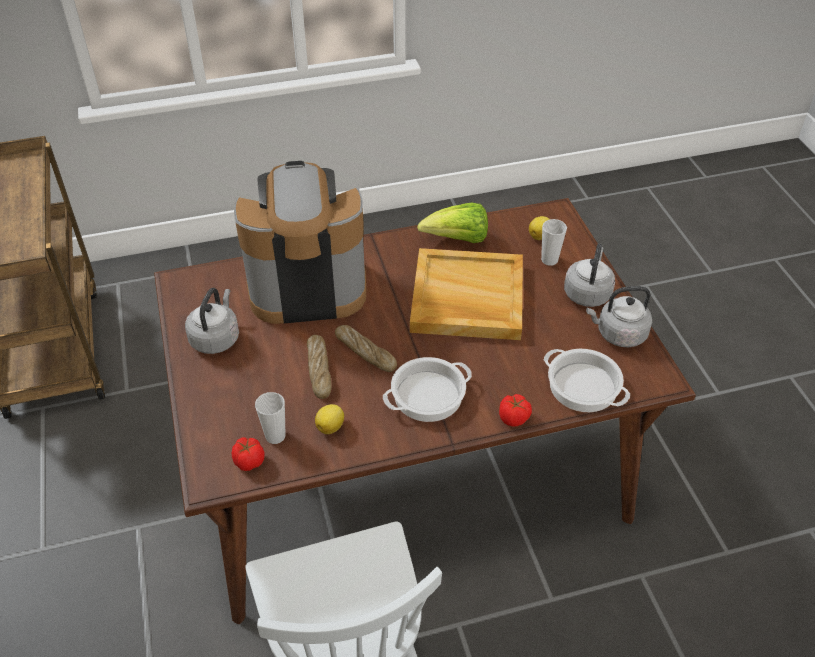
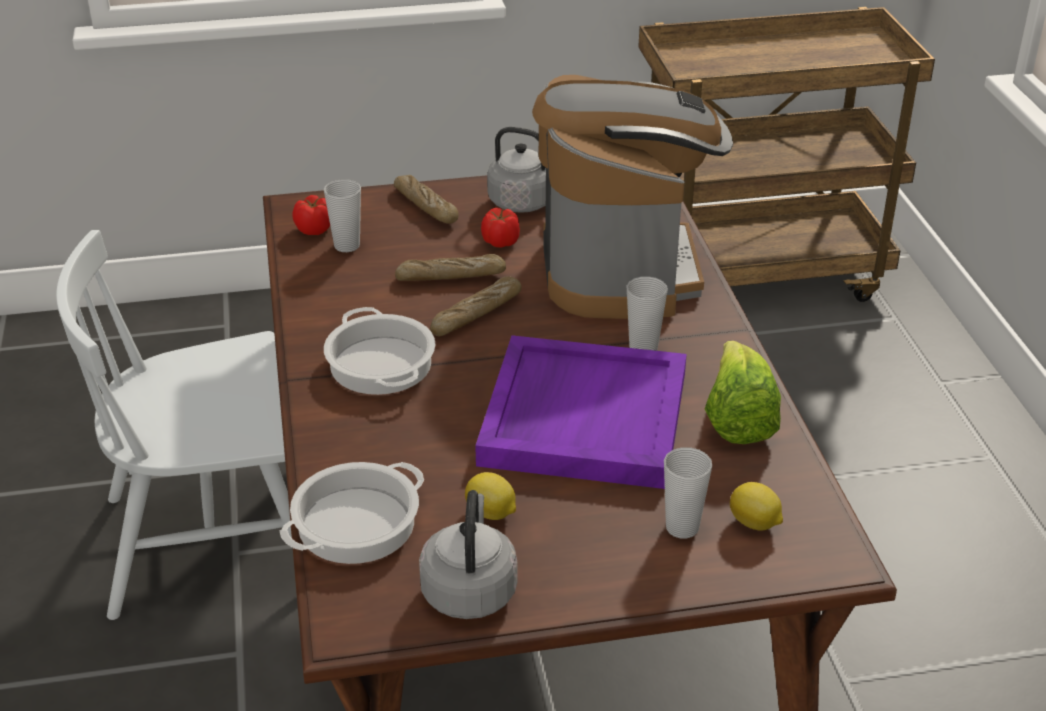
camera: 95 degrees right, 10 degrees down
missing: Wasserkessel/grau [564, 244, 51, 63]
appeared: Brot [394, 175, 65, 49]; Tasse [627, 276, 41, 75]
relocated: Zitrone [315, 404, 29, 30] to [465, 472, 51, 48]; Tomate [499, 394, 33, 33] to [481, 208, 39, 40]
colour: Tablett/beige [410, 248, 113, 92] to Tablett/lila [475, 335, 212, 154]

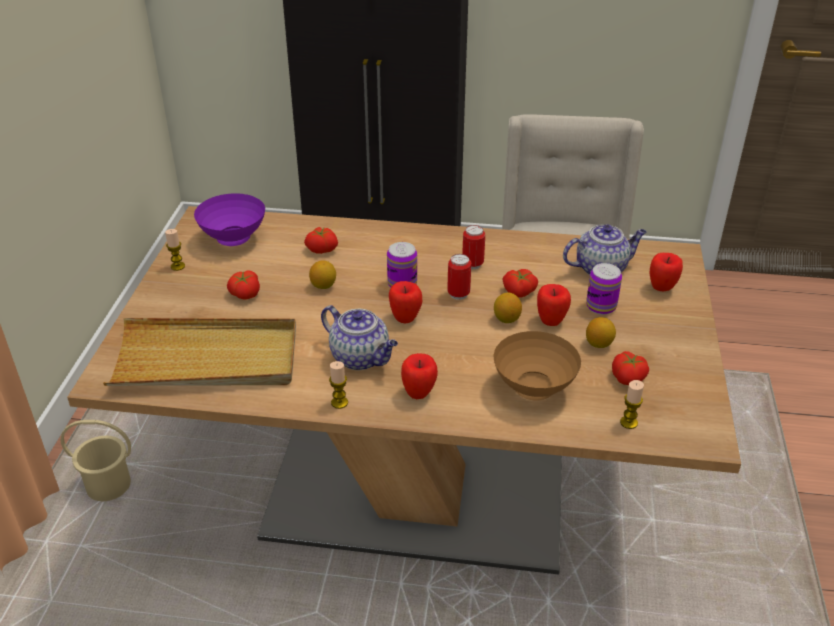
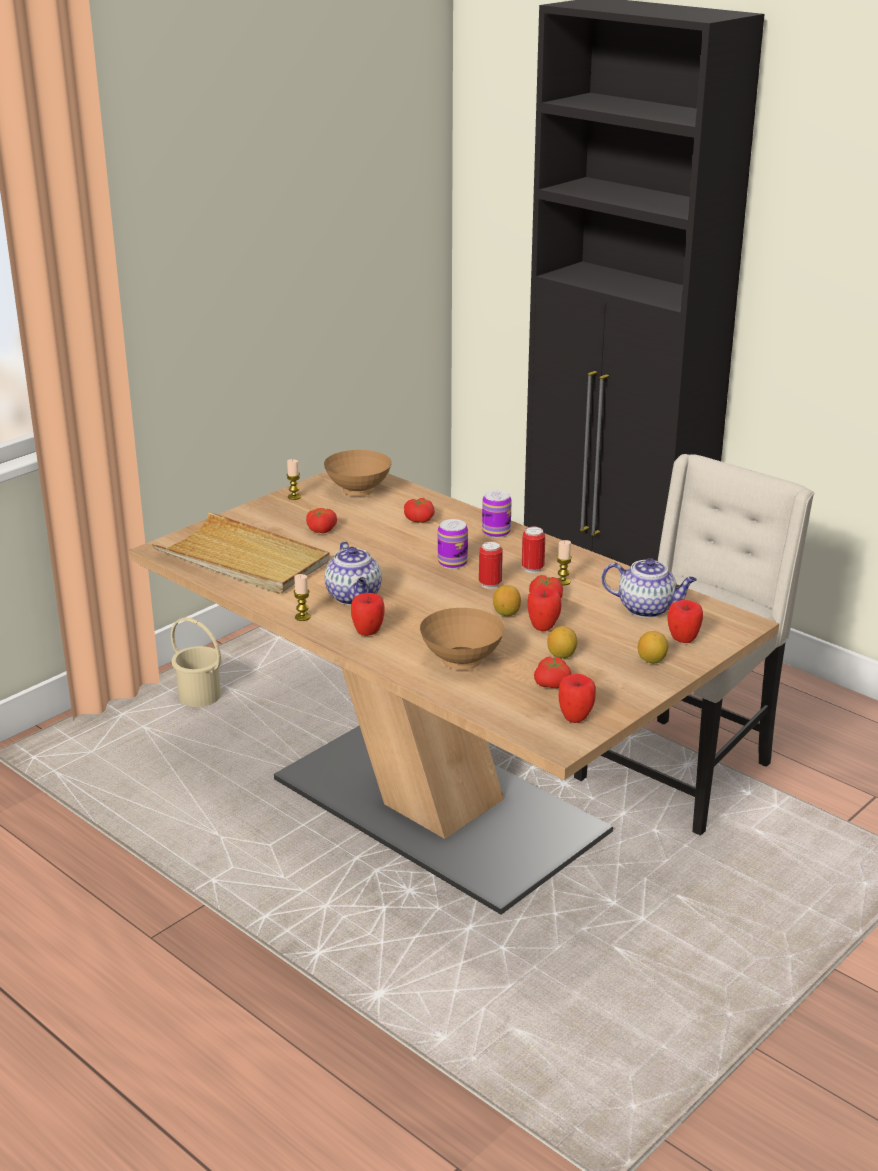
camera: 35 degrees right, 10 degrees down
relocated: Zitrone [309, 260, 27, 29] to [638, 631, 30, 33]; Apfel [389, 281, 33, 43] to [559, 674, 37, 49]; Dose [586, 263, 36, 52] to [482, 490, 30, 48]; Kerze [620, 380, 24, 49] to [557, 540, 15, 46]
colour: Schüssel/lila [194, 193, 71, 53] to Schüssel/braun [324, 450, 68, 46]

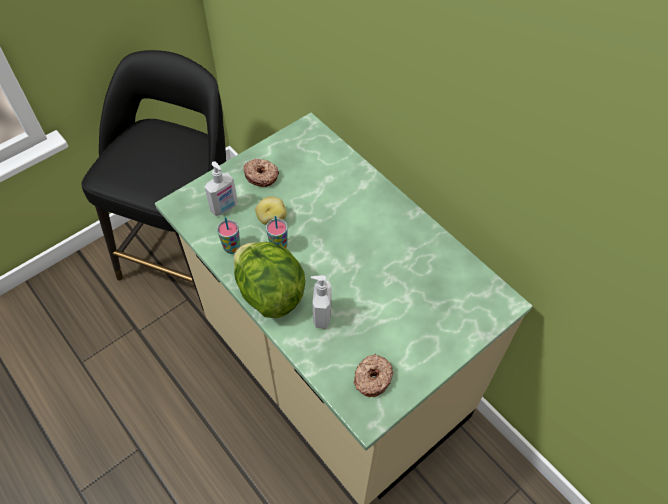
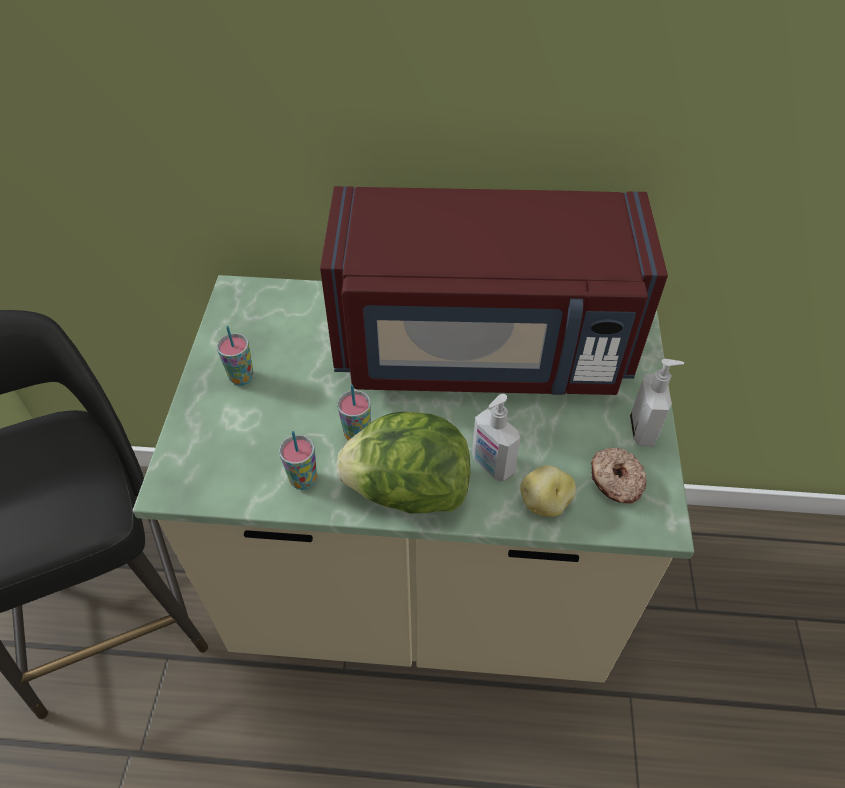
camera: 45 degrees left, 5 degrees down
appeared: Mikrowelle/rot [320, 186, 348, 209]
relocated: Seifenspender [205, 161, 33, 55] to [630, 359, 54, 87]; Kartoffel [255, 197, 32, 28] to [520, 465, 56, 52]
exchanged: Donut [243, 159, 36, 28] to Tasse [217, 326, 37, 60]

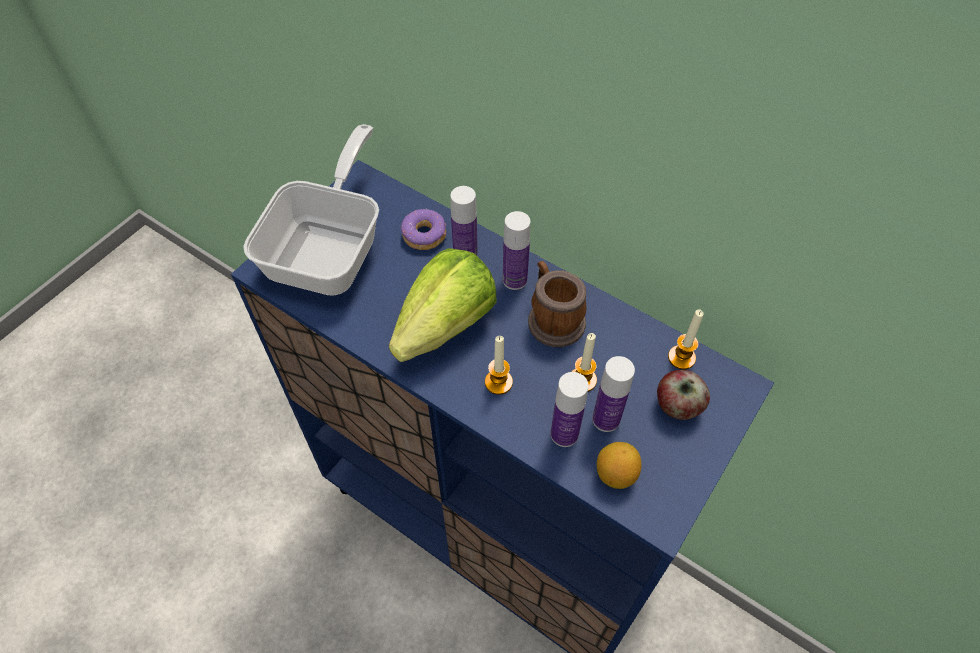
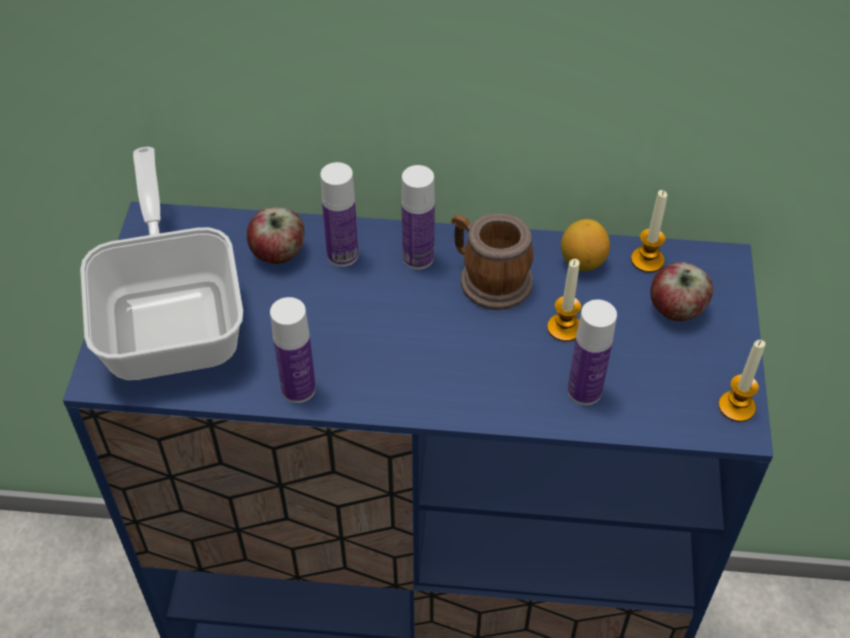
camera: 30 degrees left, 5 degrees down
missing: Salatkopf [389, 248, 107, 114]
relocated: Kerze [485, 336, 28, 59] to [718, 340, 47, 82]; Flasche [592, 356, 43, 76] to [270, 297, 46, 106]; Zitrone [597, 442, 45, 47] to [561, 219, 49, 52]
exchanged: Donut [401, 209, 45, 41] to Apfel [247, 207, 58, 57]

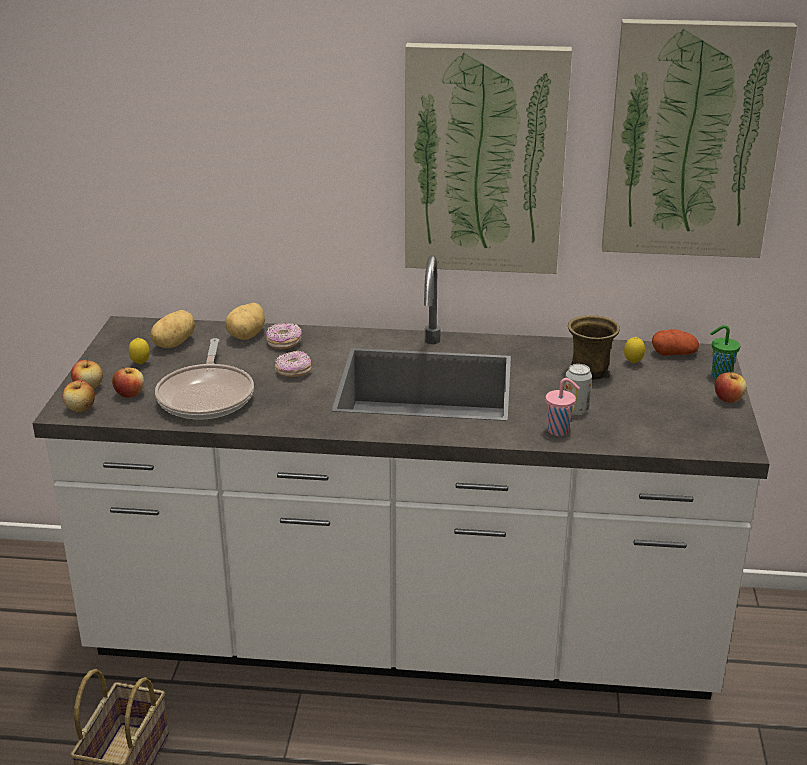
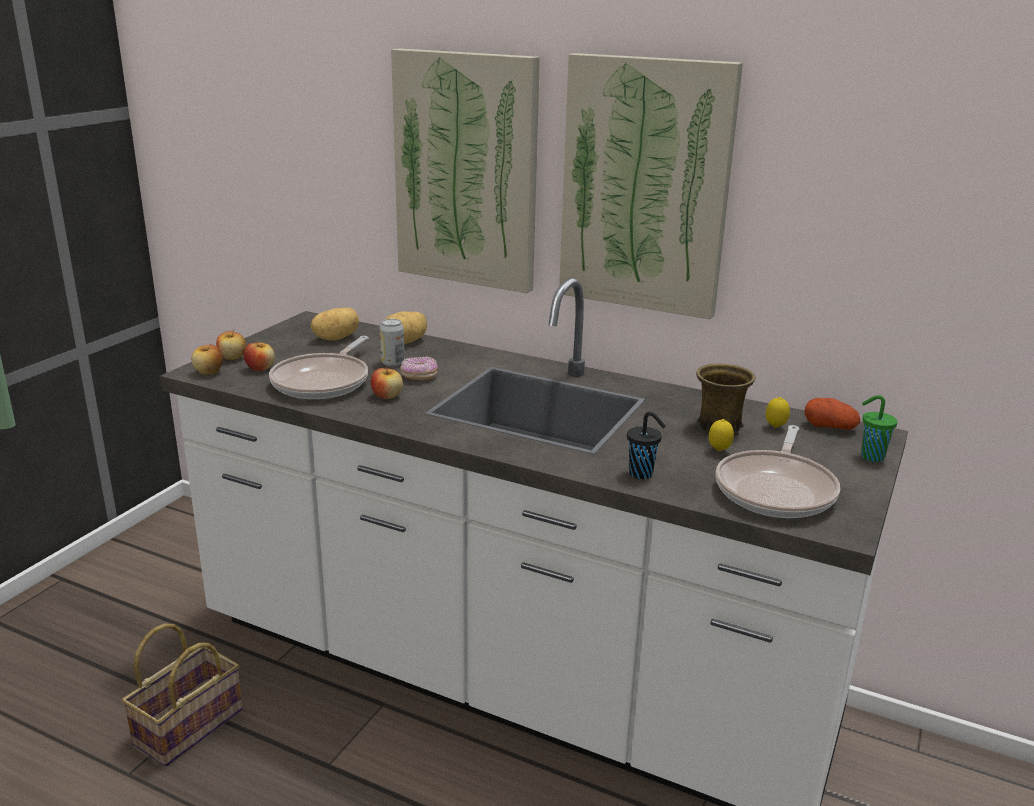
camera: 20 degrees right, 5 degrees down
missing: Donut [266, 323, 36, 26]
appeared: Pfanne [715, 425, 125, 93]
relocated: Zitrone [129, 338, 21, 26] to [709, 419, 25, 32]; Dose [565, 364, 27, 51] to [379, 319, 26, 47]; Bild [602, 19, 195, 239] to [391, 49, 149, 244]; Apfel [715, 370, 32, 33] to [371, 365, 32, 34]
colour: Tasse/rosa [545, 378, 35, 58] to Tasse/schwarz [627, 411, 39, 68]

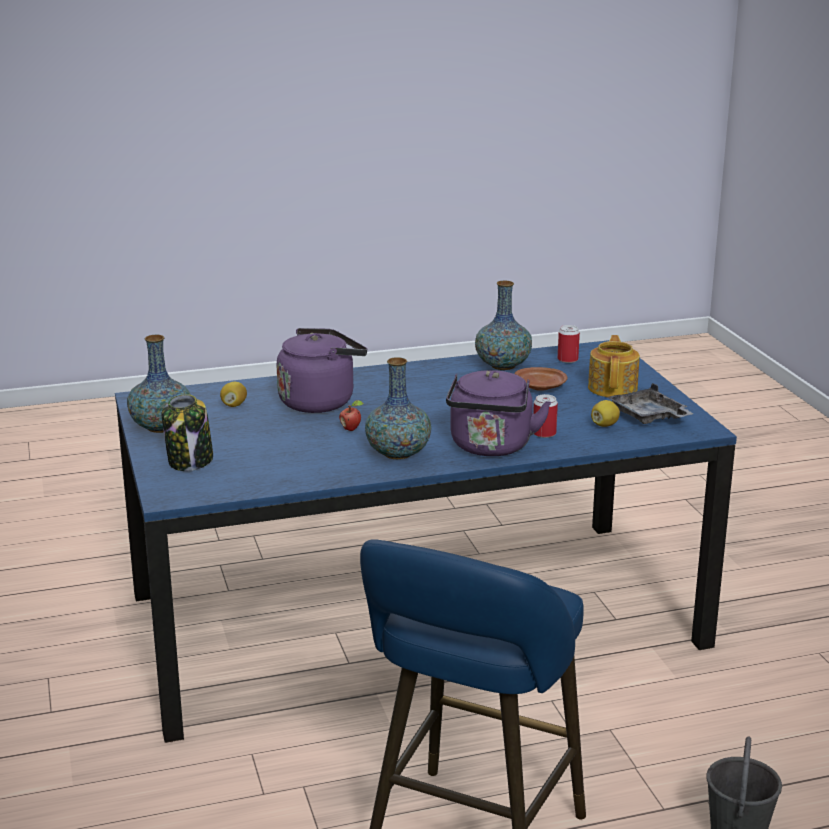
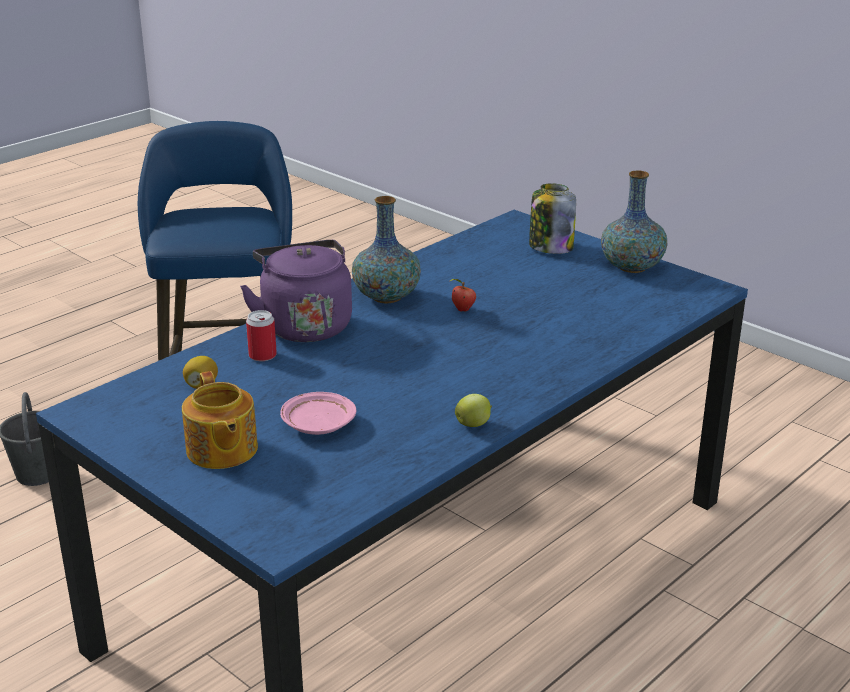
camera: 150 degrees right, 5 degrees up
missing: Zitrone [220, 382, 27, 25]; Wasserkessel/lila [277, 328, 90, 85]; Vase [475, 281, 57, 89]; Dose [558, 325, 22, 38]; Tablett/grau [607, 383, 87, 41]
appeared: Apfel [455, 394, 37, 33]
colour: Teller/braun [514, 367, 53, 24] to Teller/rosa [280, 392, 76, 43]

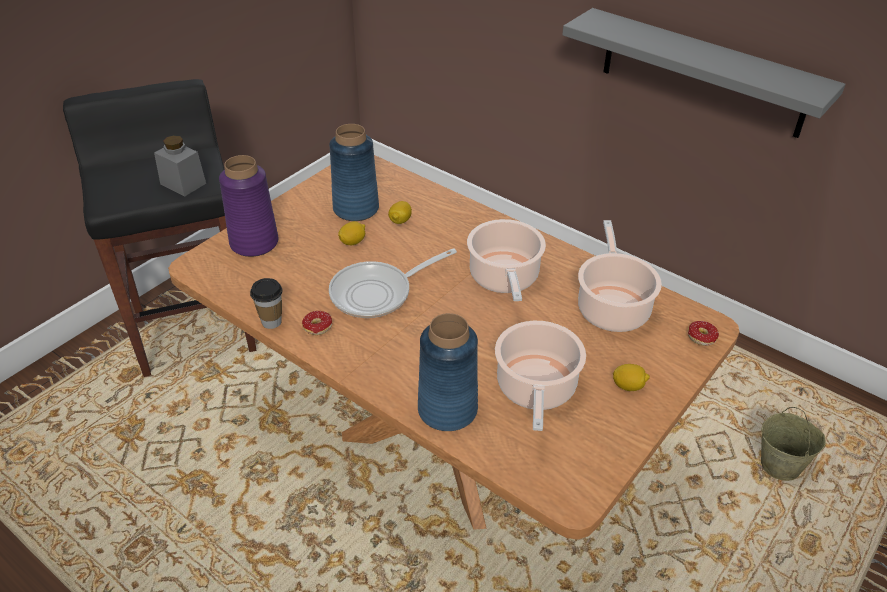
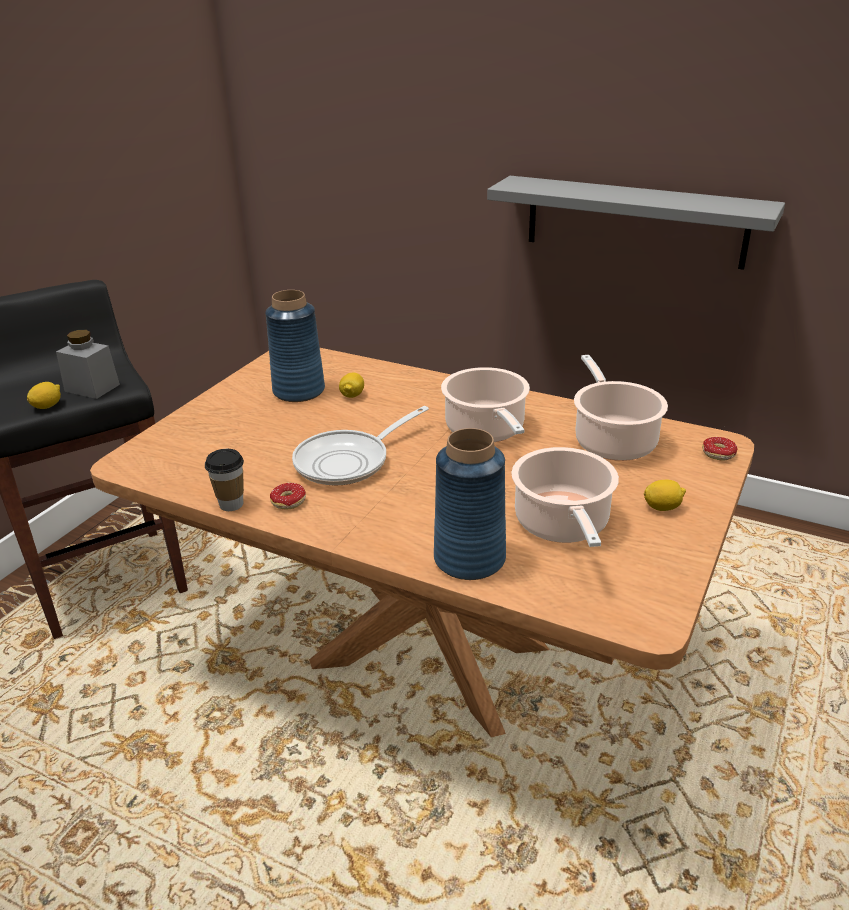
camera: 10 degrees left, 10 degrees down
missing: Vase/lila [219, 155, 59, 102]; Eimer/beige [761, 407, 65, 74]
relocated: Zitrone [338, 221, 27, 24] to [27, 382, 34, 27]

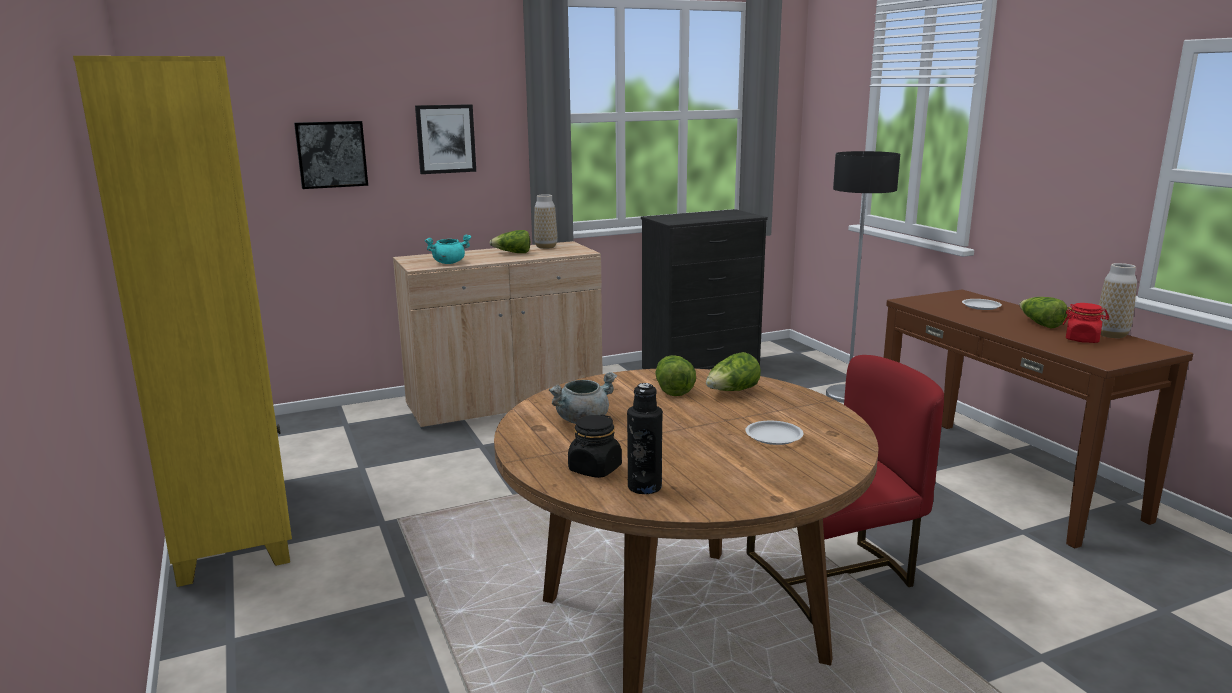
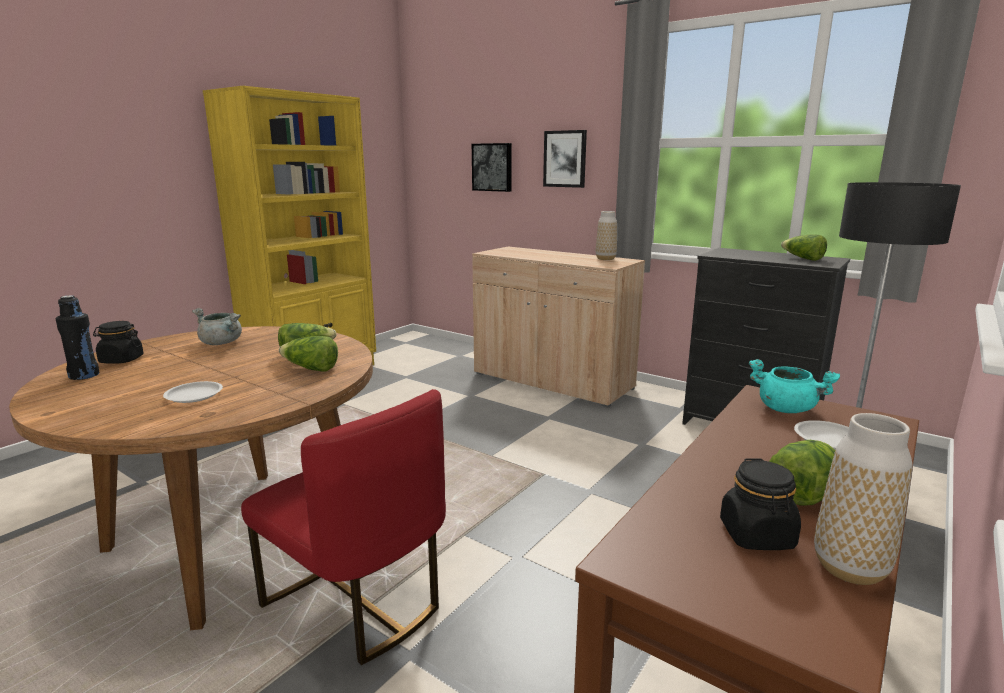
camera: 60 degrees right, 0 degrees up
relocated: Kochtopf/türkis [425, 235, 46, 29] to [749, 359, 91, 54]; Salatkopf [489, 230, 41, 23] to [781, 234, 46, 27]
colour: Vorratsglas/rot [1063, 303, 46, 40] to Vorratsglas/schwarz [720, 459, 81, 91]

